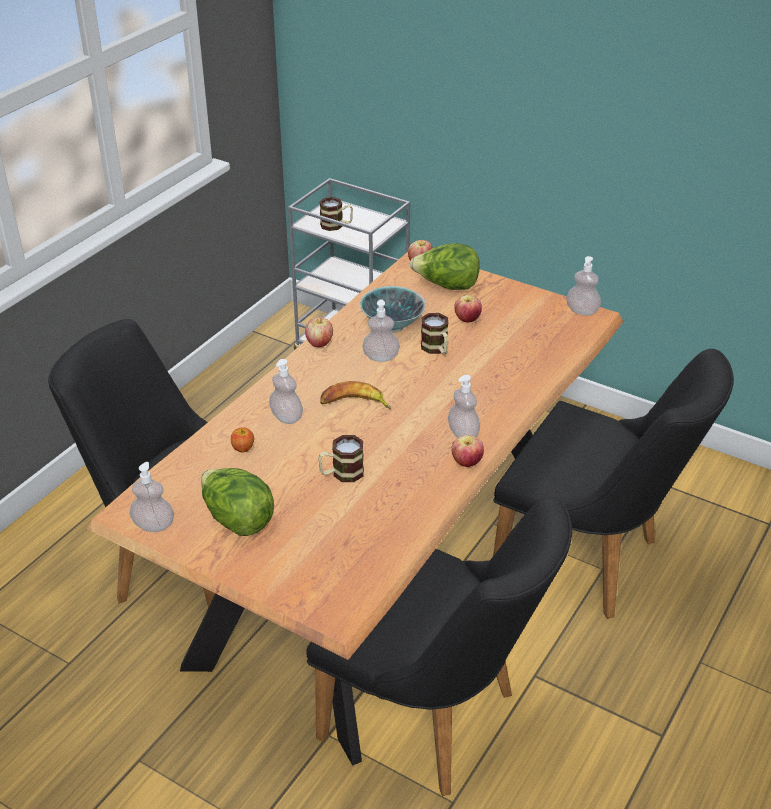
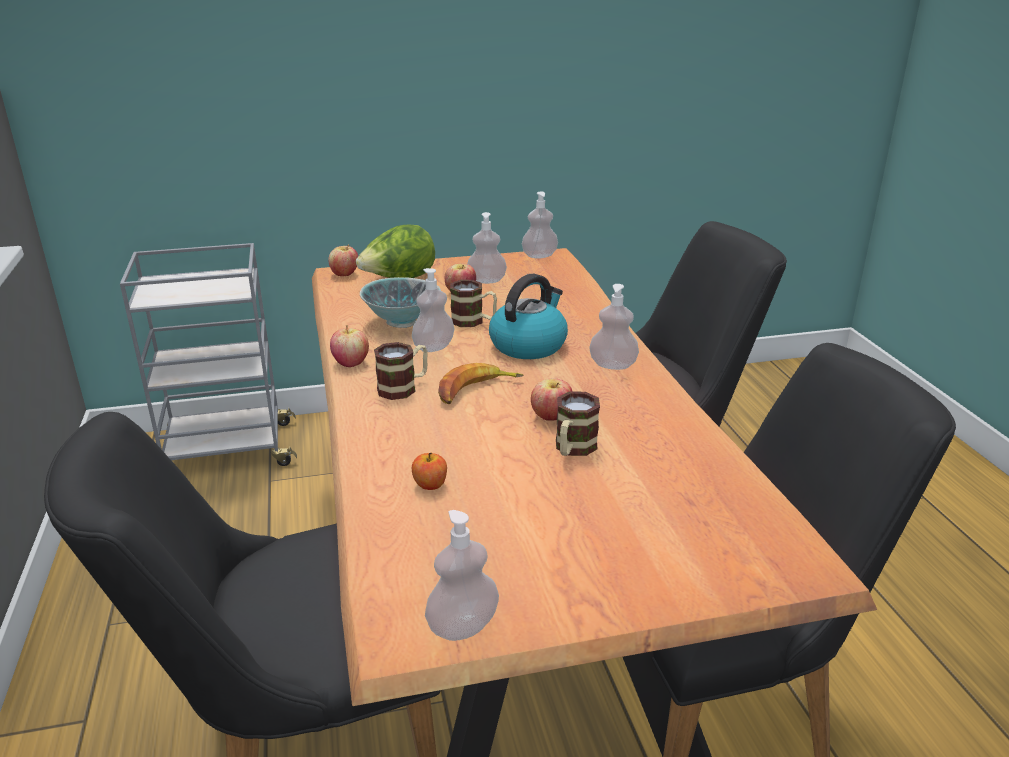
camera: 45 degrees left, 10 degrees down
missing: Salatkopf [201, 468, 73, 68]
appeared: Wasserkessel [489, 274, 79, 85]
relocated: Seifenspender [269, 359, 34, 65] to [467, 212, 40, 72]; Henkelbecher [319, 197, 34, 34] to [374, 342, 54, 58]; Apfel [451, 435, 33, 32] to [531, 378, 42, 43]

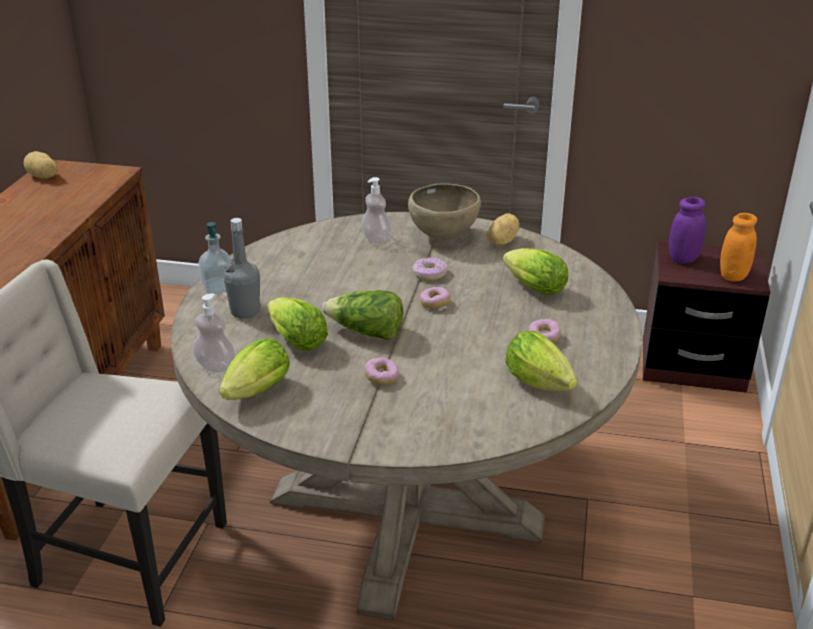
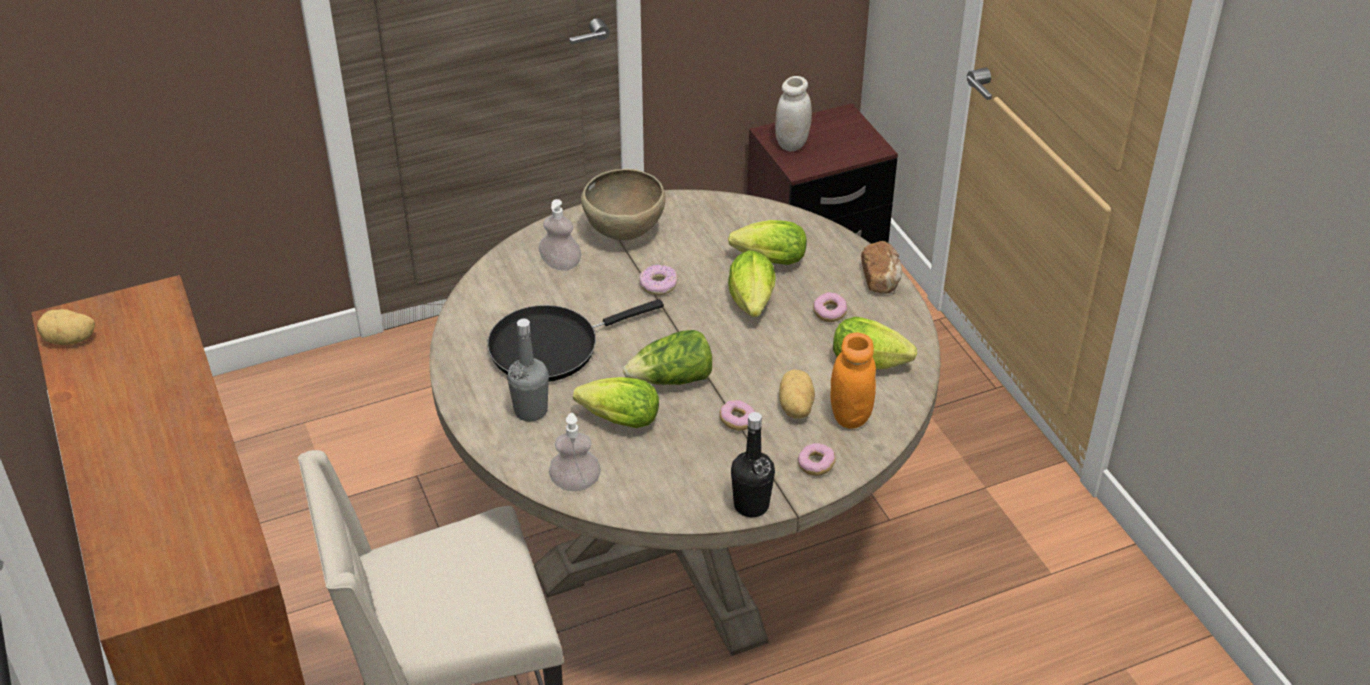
camera: 35 degrees left, 10 degrees up
missing: Seifenspender [198, 222, 33, 72]
appeared: Pfanne/schwarz [487, 299, 177, 83]; Flasche/schwarz [731, 412, 44, 105]; Brot [861, 241, 41, 53]
relocated: Salatkopf [220, 338, 70, 62] to [728, 250, 48, 67]; Donut [420, 287, 30, 22] to [798, 443, 38, 33]; Kartoffel [487, 213, 32, 33] to [779, 369, 36, 49]; Vorratsglas/orange [720, 213, 37, 69] to [831, 333, 45, 96]
colour: Vorratsglas/lila [669, 197, 37, 66] to Vorratsglas/weiß [775, 76, 37, 76]

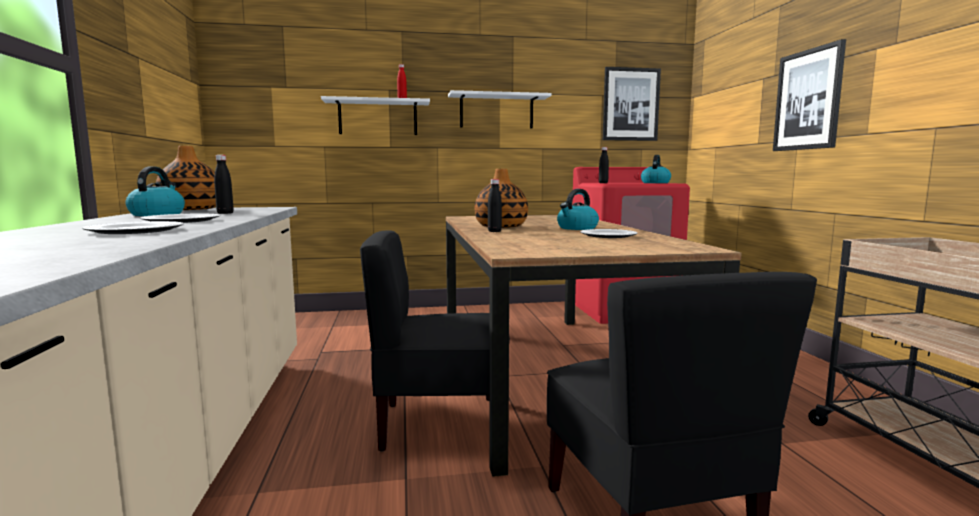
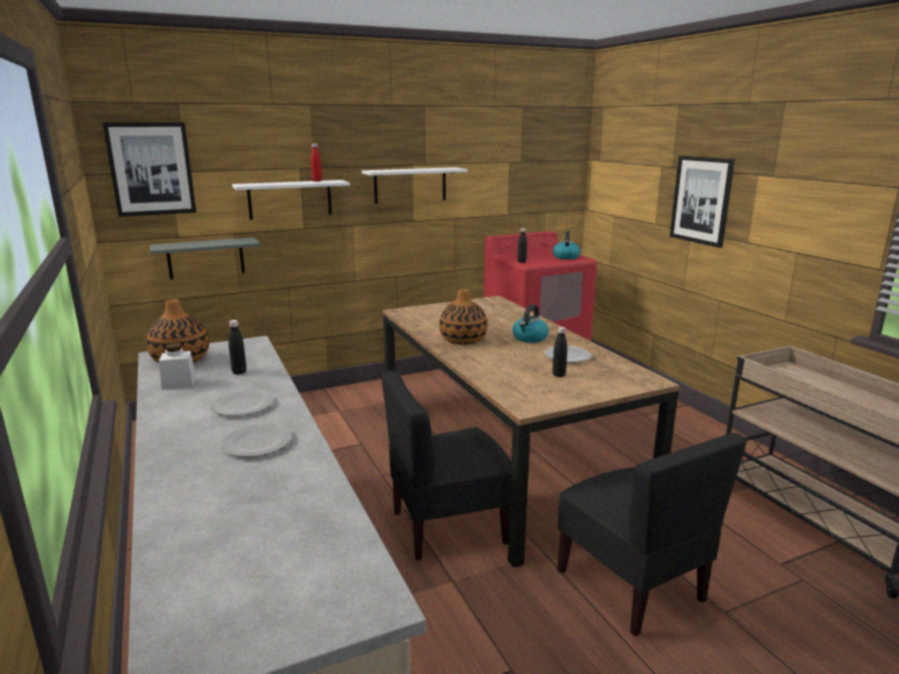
camera: 15 degrees left, 10 degrees up
appeared: Wandregal/grau [150, 237, 110, 43]
relocated: Flasche/schwarz [488, 179, 14, 53] to [553, 327, 14, 50]; Bild [603, 67, 58, 74] to [102, 122, 94, 95]
exchanged: Wasserkessel [125, 166, 60, 50] to Vorratsglas/weiß [159, 343, 37, 47]

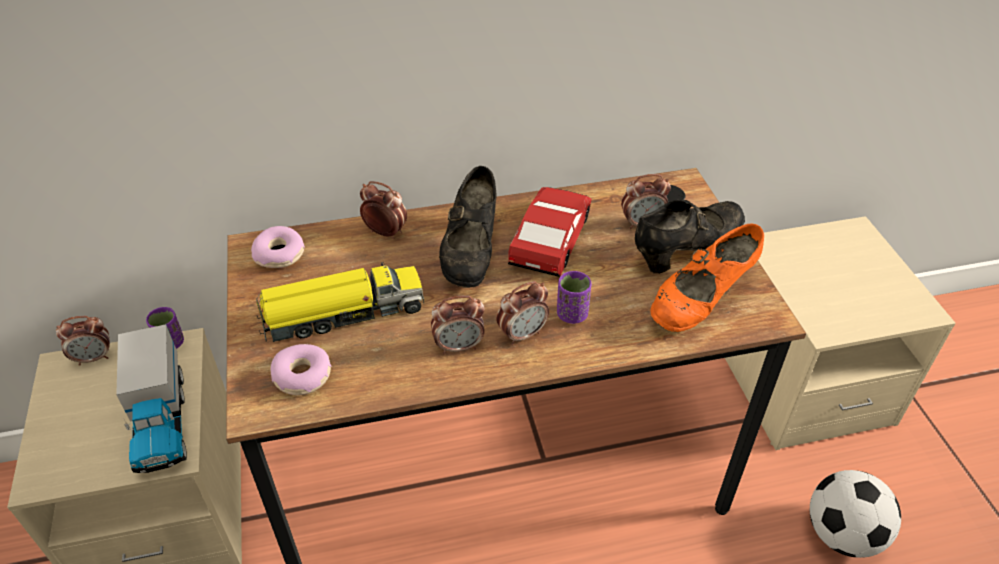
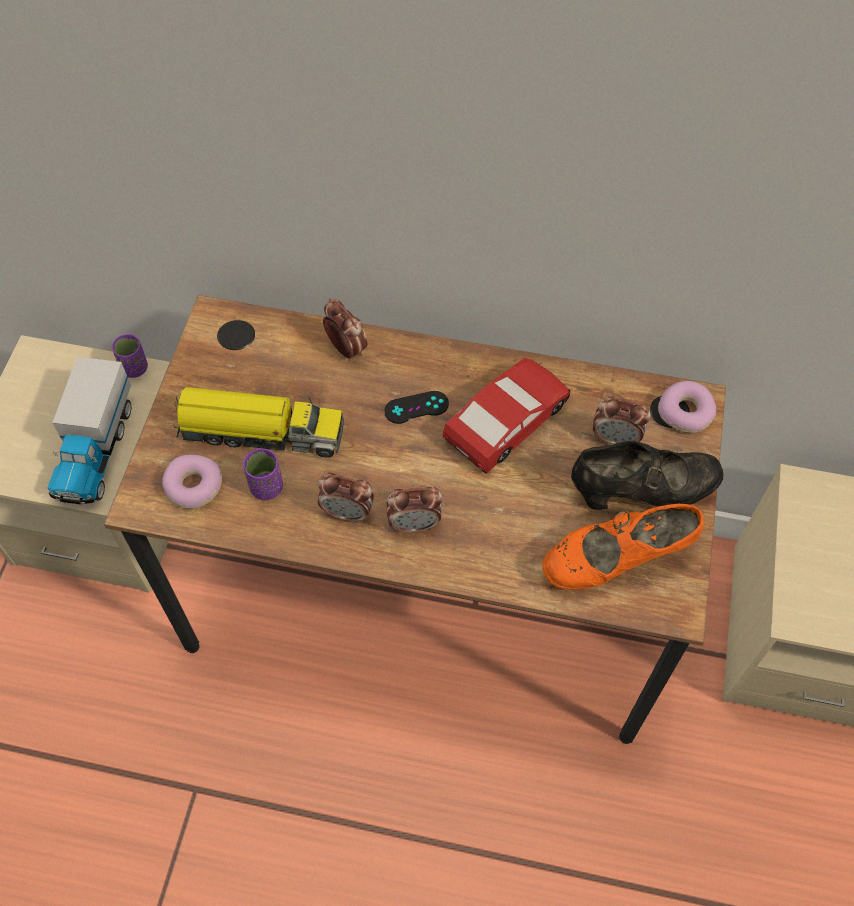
camera: 25 degrees right, 15 degrees up
missing: Wecker [56, 316, 54, 50]; Fußball [810, 470, 91, 88]
relocated: Donut [251, 226, 54, 42] to [658, 381, 58, 52]; Tasse/lila [557, 271, 34, 53] to [243, 448, 40, 52]
exchanged: Schuh/schwarz [439, 166, 57, 122] to Gamepad/schwarz [384, 391, 65, 33]

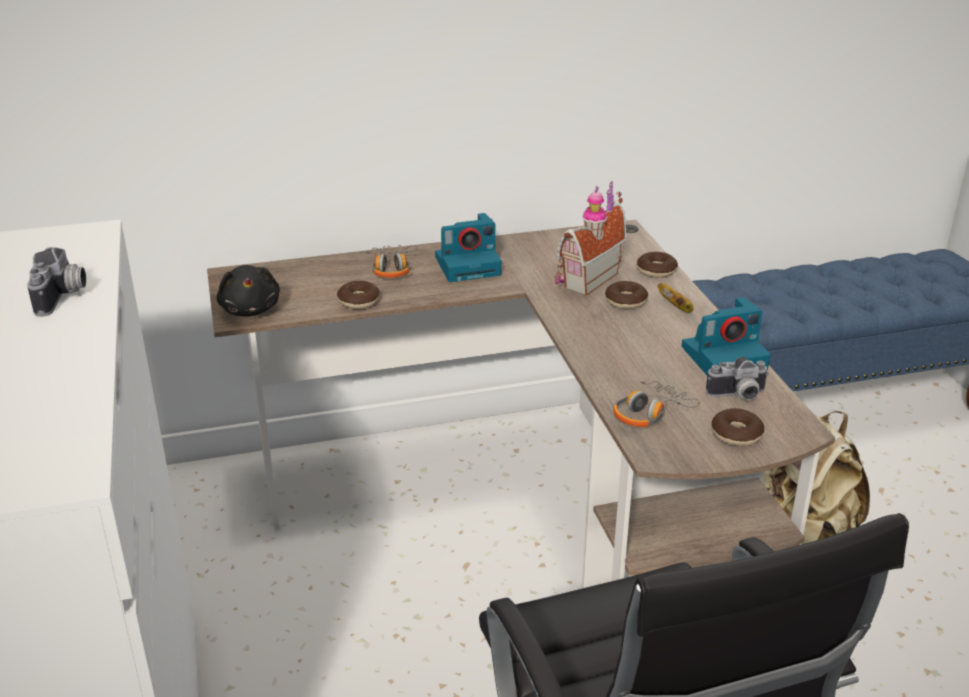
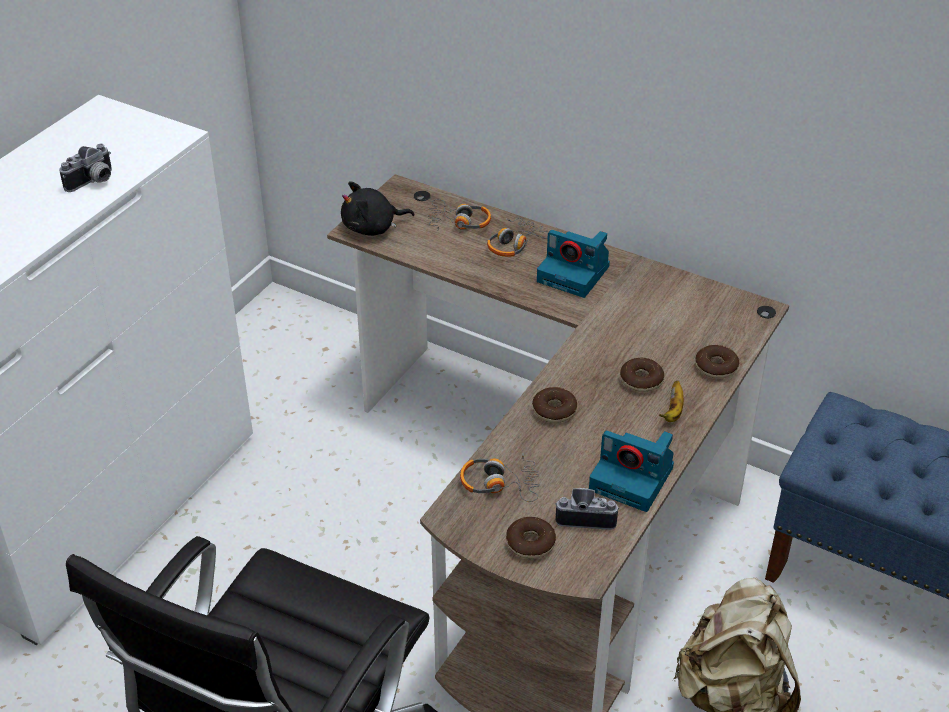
camera: 45 degrees right, 10 degrees up
missing: Spielzeughaus [555, 181, 71, 115]
appeared: Kopfhörer [428, 199, 63, 32]
relocated: Donut [337, 281, 43, 28] to [532, 387, 45, 36]
spun: Plüschtier/schwarz [217, 265, 63, 52] = [341, 181, 73, 55] 45 degrees clockwise; Kamera [706, 357, 63, 43] = [555, 488, 64, 42] 150 degrees clockwise

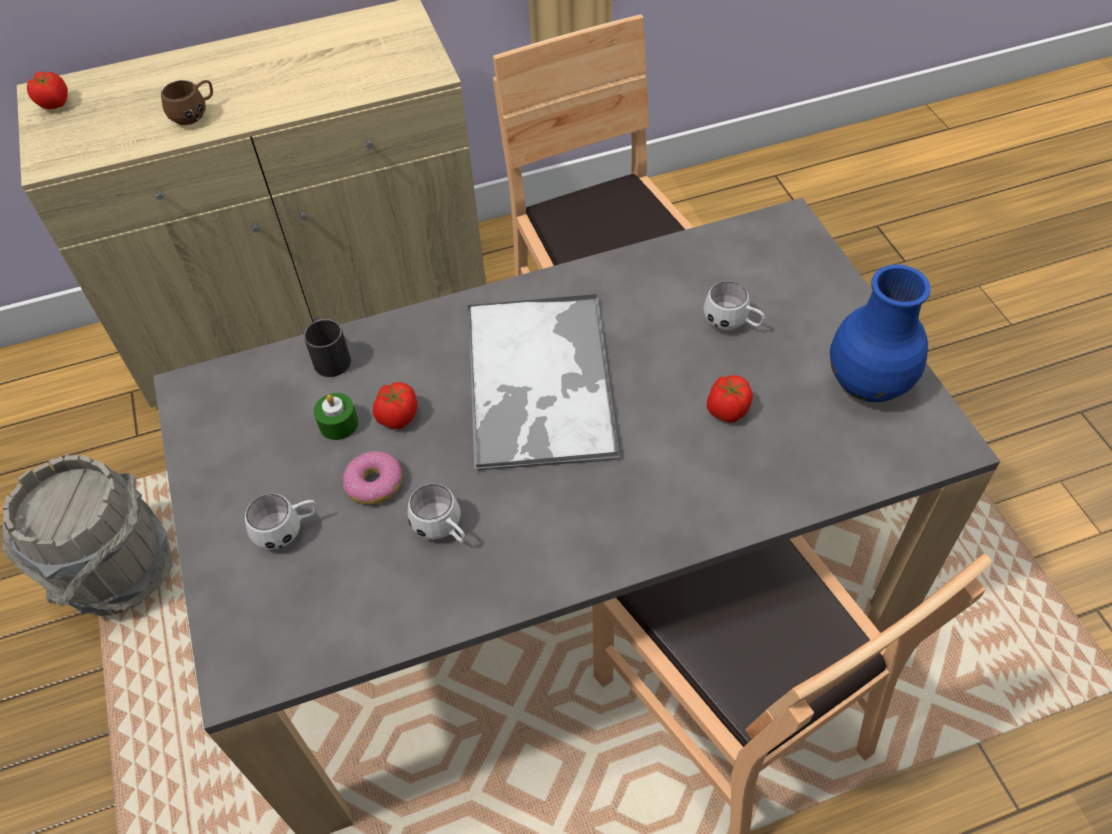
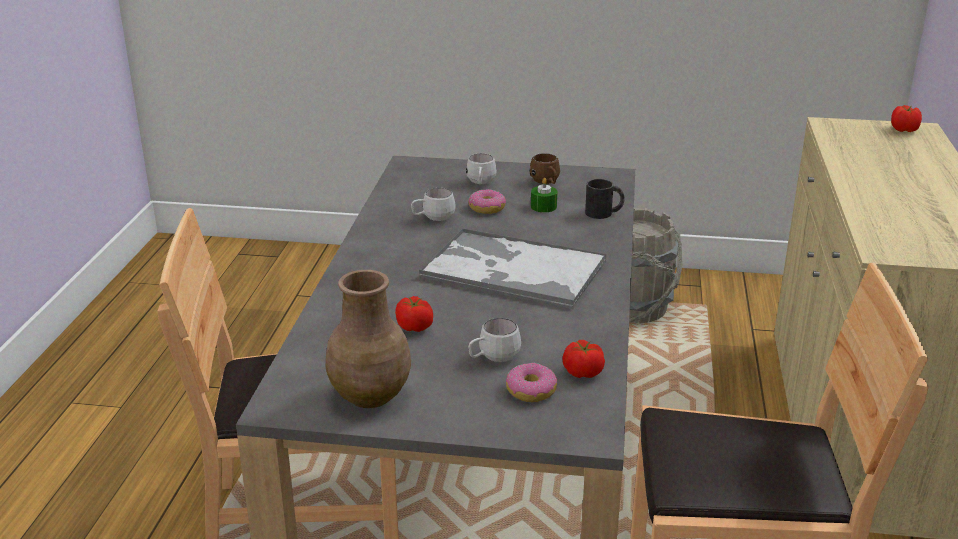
camera: 115 degrees right, 25 degrees down
appeared: Donut [506, 363, 51, 39]
relocated: Henkelbecher/braun [161, 80, 52, 45] to [529, 153, 31, 31]; Tomate [373, 382, 45, 47] to [562, 340, 43, 38]
colour: Vase/blau [830, 265, 101, 137] to Vase/braun [326, 270, 85, 138]

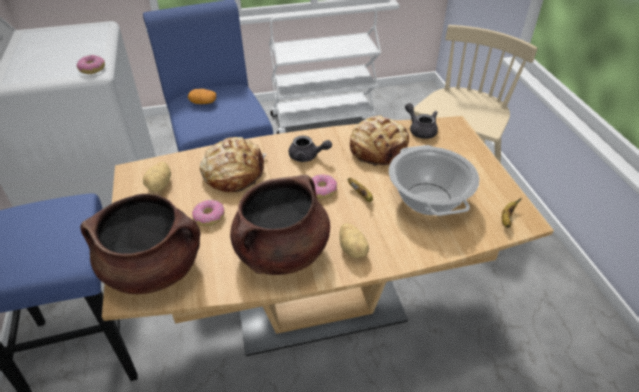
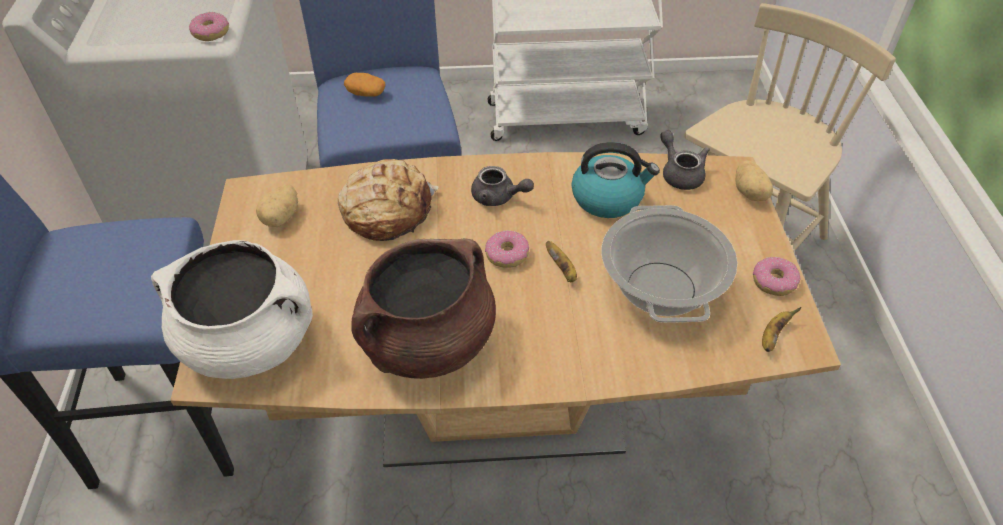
camera: 10 degrees right, 5 degrees up
relocated: Donut [192, 200, 32, 26] to [753, 257, 47, 39]; Kartoffel [339, 223, 30, 35] to [735, 160, 38, 41]
exchanged: Brot [350, 115, 59, 51] to Wasserkessel [572, 142, 88, 76]
colour: Kochtopf/braun [80, 194, 121, 100] to Kochtopf/weiß [151, 240, 162, 139]

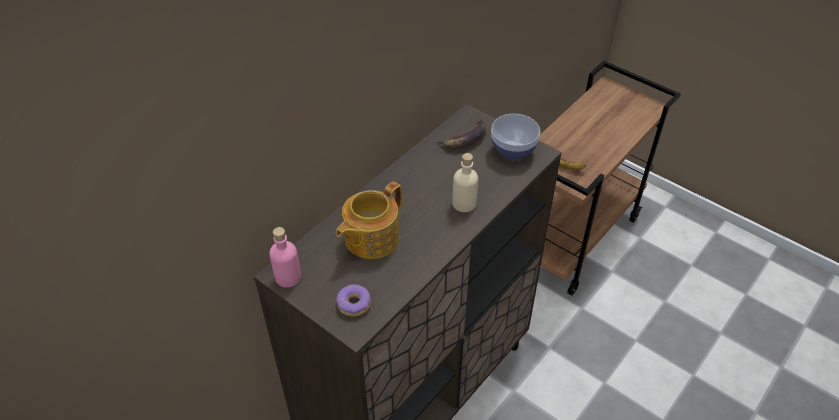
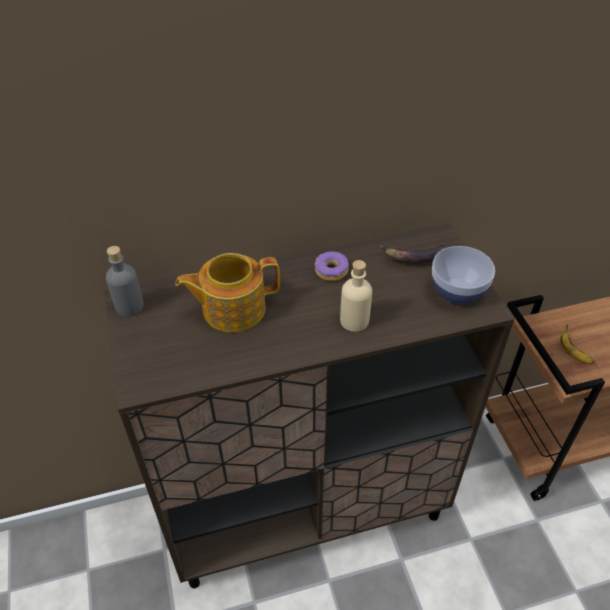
camera: 35 degrees right, 0 degrees up
relocated: Donut [336, 284, 35, 33] to [314, 251, 35, 30]
colour: Flasche/rosa [269, 227, 32, 61] to Flasche/grau [106, 246, 38, 70]

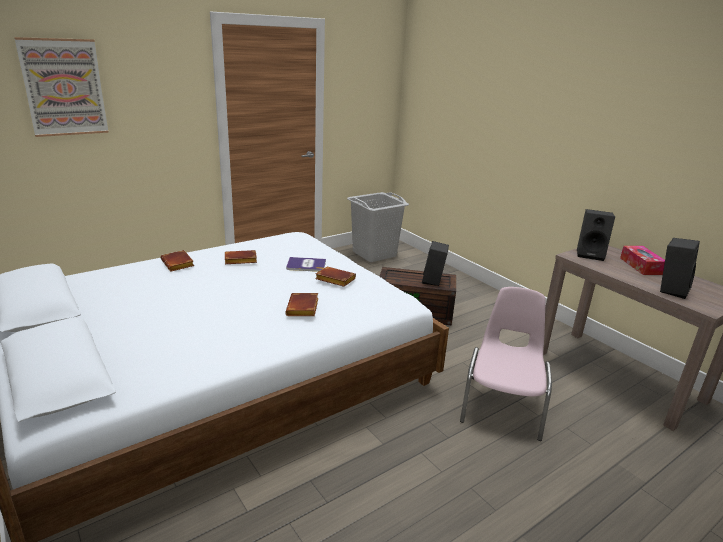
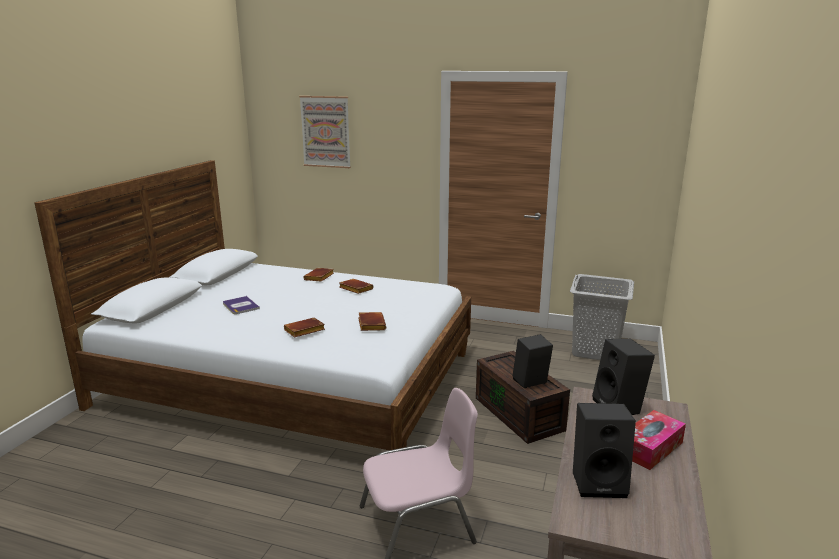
camera: 55 degrees right, 5 degrees down
relocated: Buch [286, 257, 40, 15] to [223, 296, 37, 18]

